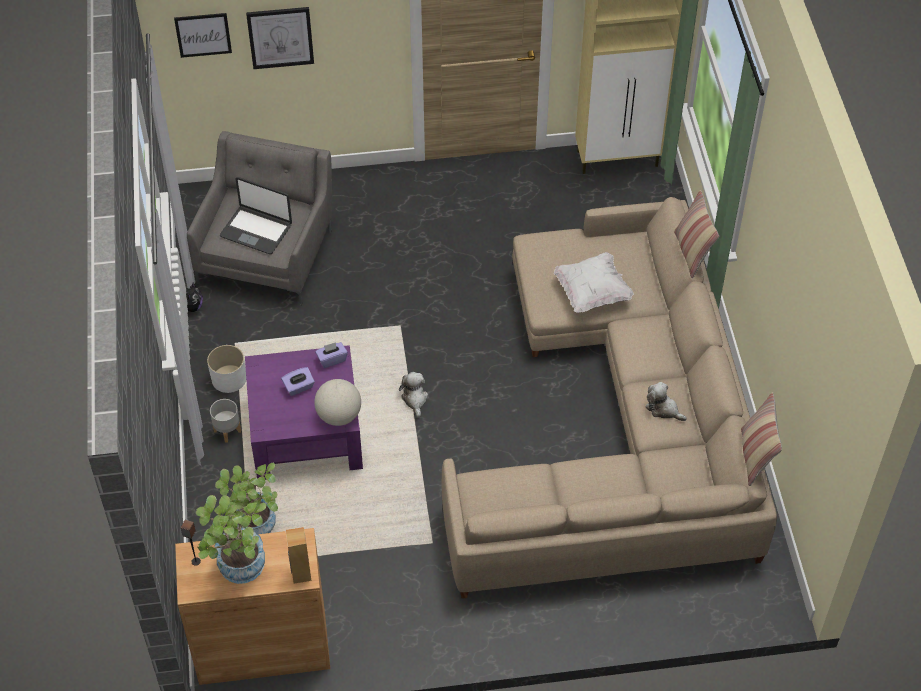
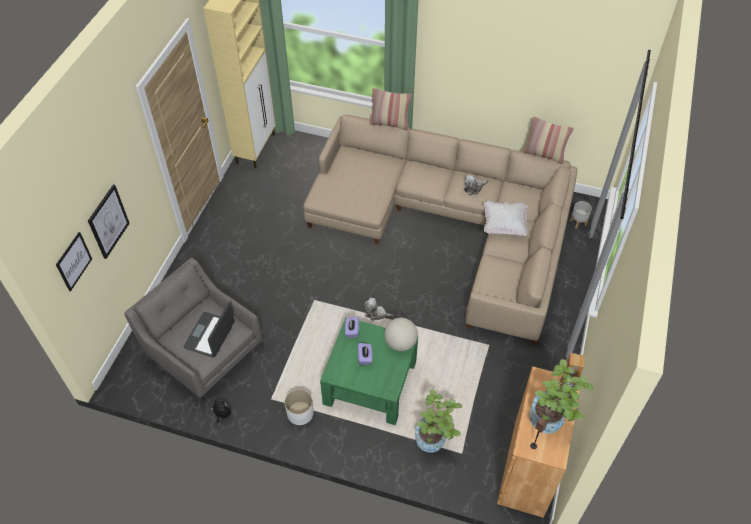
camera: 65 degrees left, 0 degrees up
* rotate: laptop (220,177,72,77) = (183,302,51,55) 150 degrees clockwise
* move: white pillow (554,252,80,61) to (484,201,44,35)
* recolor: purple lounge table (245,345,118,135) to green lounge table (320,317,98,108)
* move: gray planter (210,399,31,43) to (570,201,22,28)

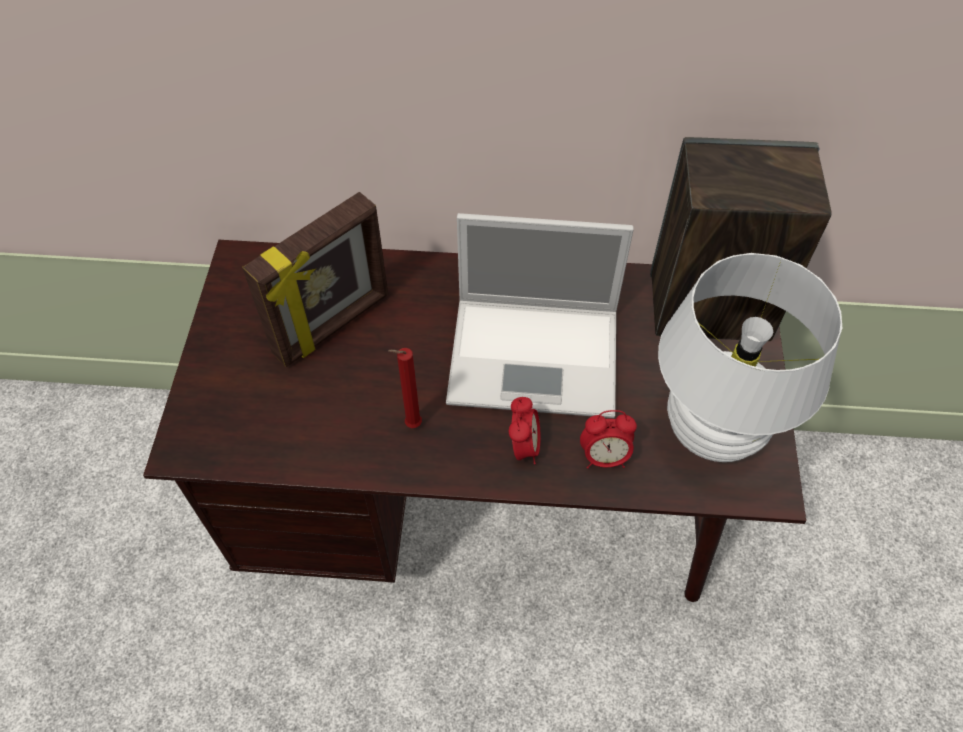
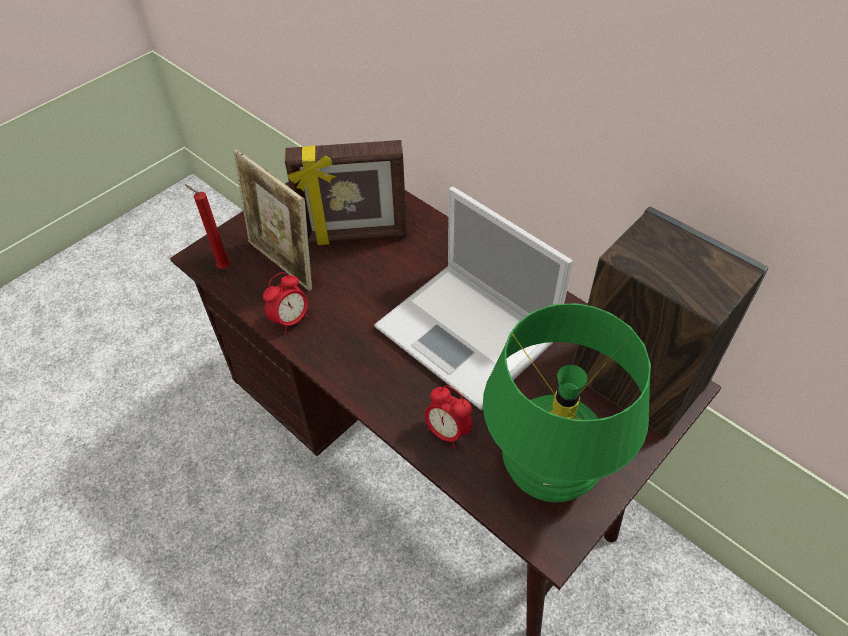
camera: 40 degrees right, 5 degrees down
* recolor: white table lamp (658,253,184,209) to green table lamp (483,303,168,199)
* move: red-coloured candle (388,348,34,80) to (185,184,45,85)
* move: alarm clock (509,397,32,67) to (263,272,46,61)
* insert: picture frame (234,149,78,142)

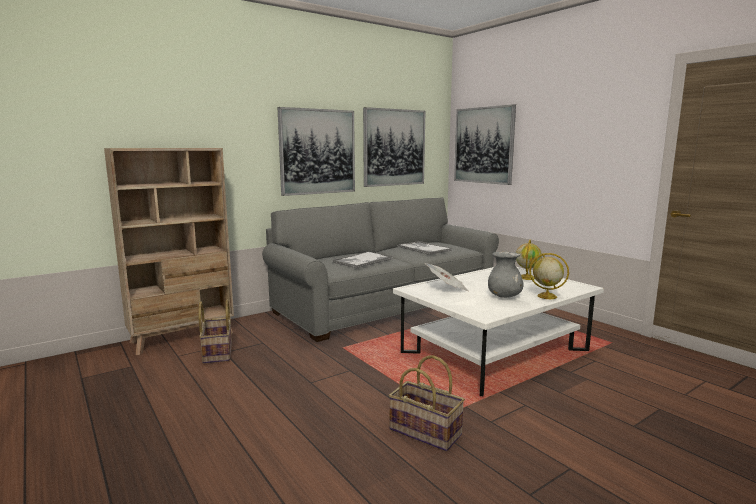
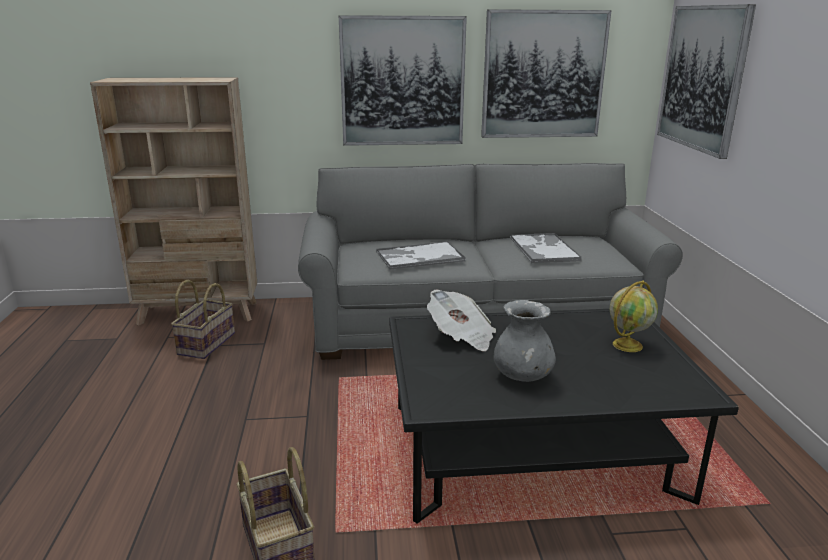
camera: 30 degrees right, 10 degrees up
* delete: world globe (529,253,40,46)
* recolor: white lounge table (393,267,211,129) to black-coloured lounge table (389,309,350,214)

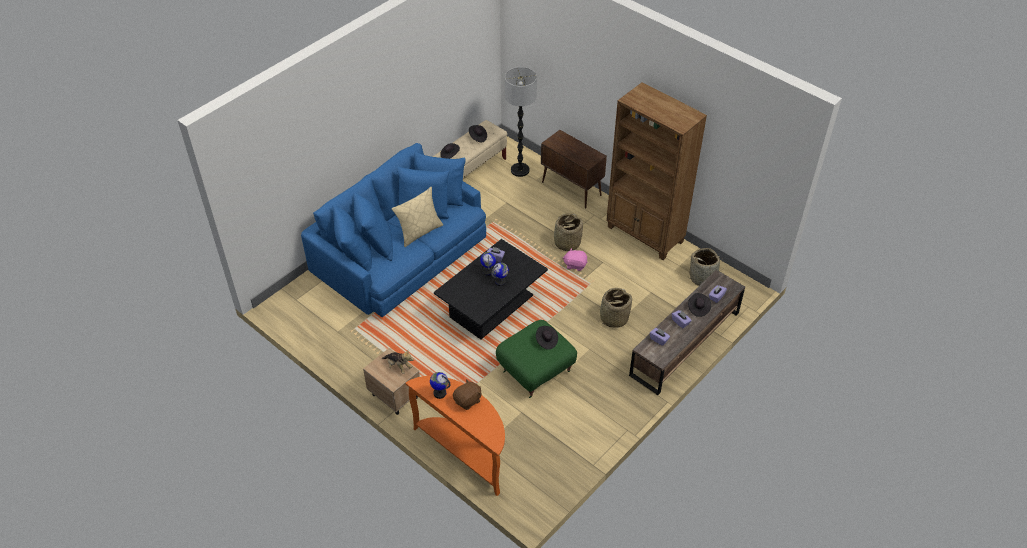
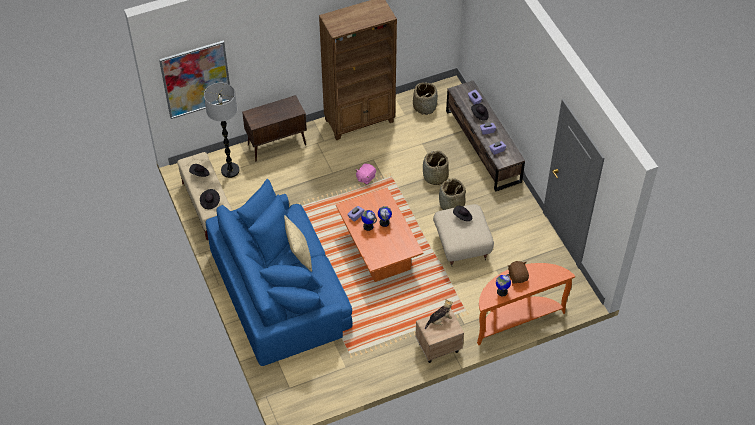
camera: 65 degrees left, 5 degrees up
* move: storage basket (553,214,30,37) to (439,178,26,32)
* recolor: black-coloured lounge table (434,239,114,100) to orange-coloured lounge table (336,188,87,94)
* recolor: green ottoman (496,320,81,78) to sand-coloured ottoman (433,204,61,62)
* insert: picture (159,40,71,79)

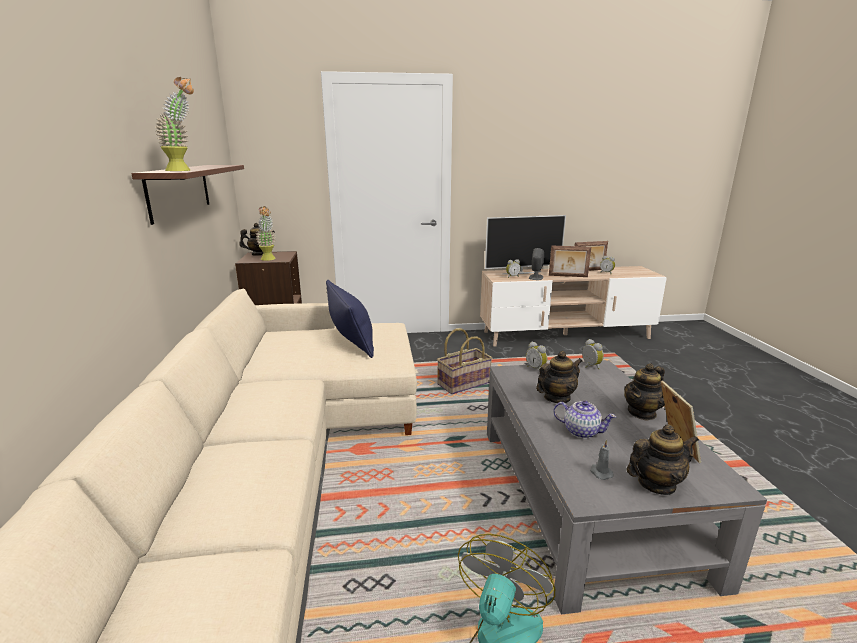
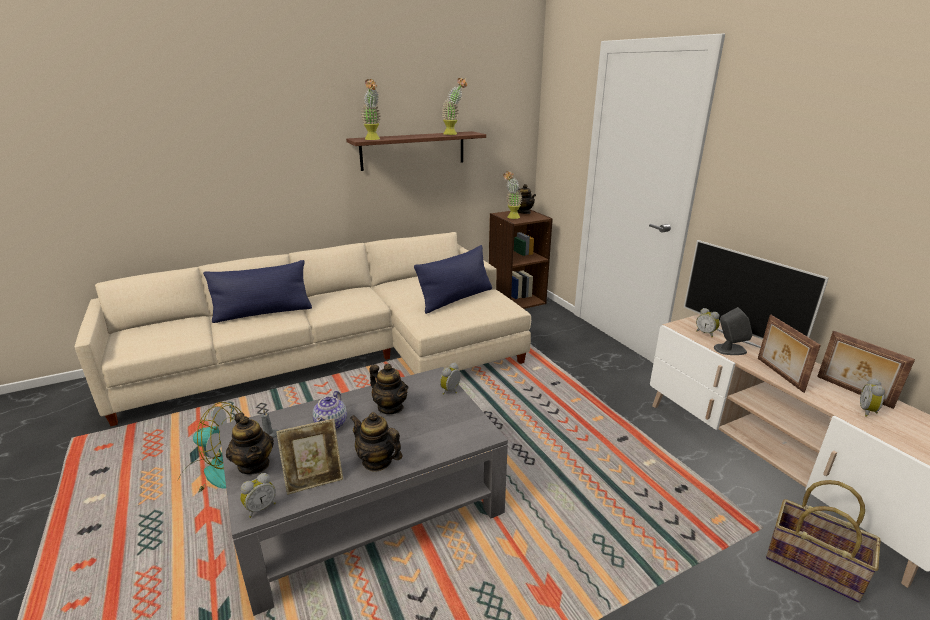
camera: 70 degrees right, 5 degrees up
* move: storage basket (437,328,55,66) to (766,480,115,123)
* move: alarm clock (582,339,22,30) to (240,473,36,45)
* insert: potted plant (442,78,25,57)
* insert: blue pillow (203,260,109,63)

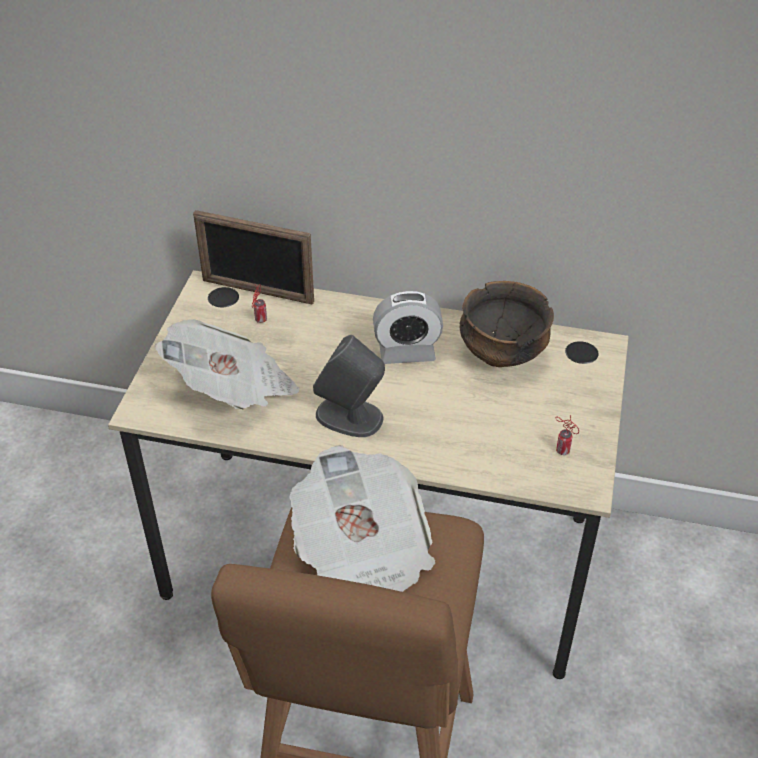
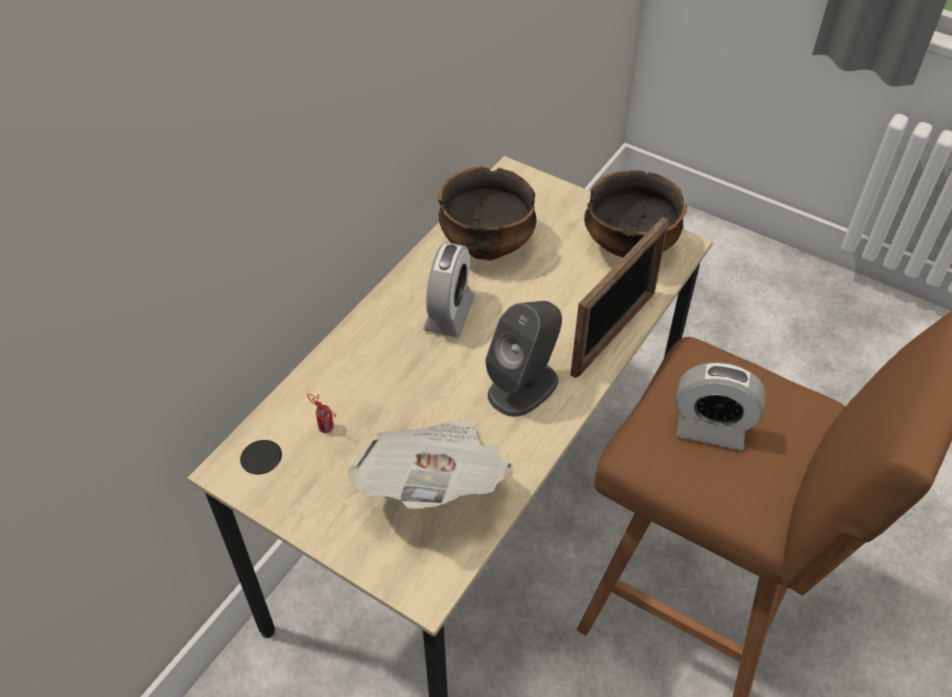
camera: 70 degrees left, 5 degrees up
* move: picture frame (193,210,121,95) to (570,217,98,161)
* replace: metal can (556,415,23,40) to deep dish (584,170,103,87)
* replace: printed paper (290,445,145,147) to alarm clock (676,362,90,88)

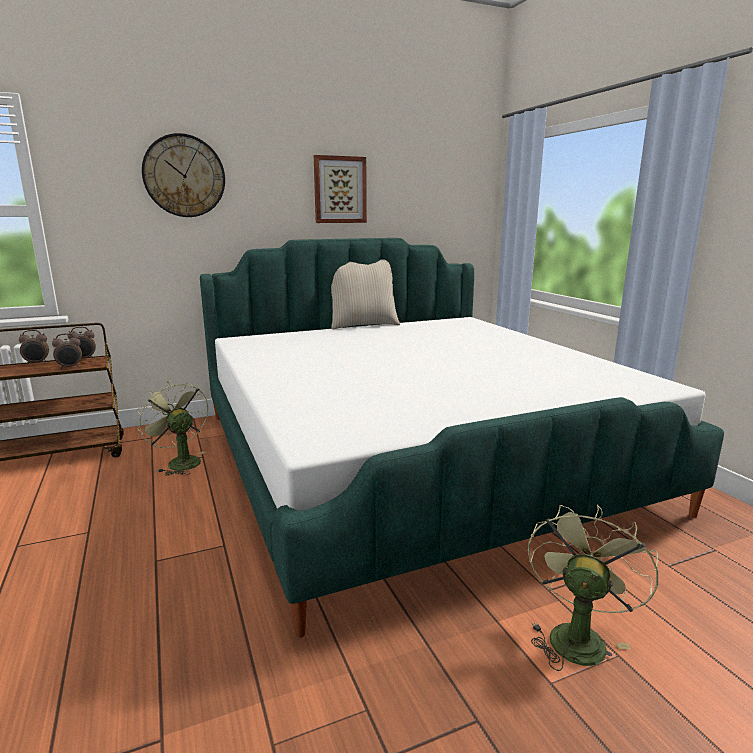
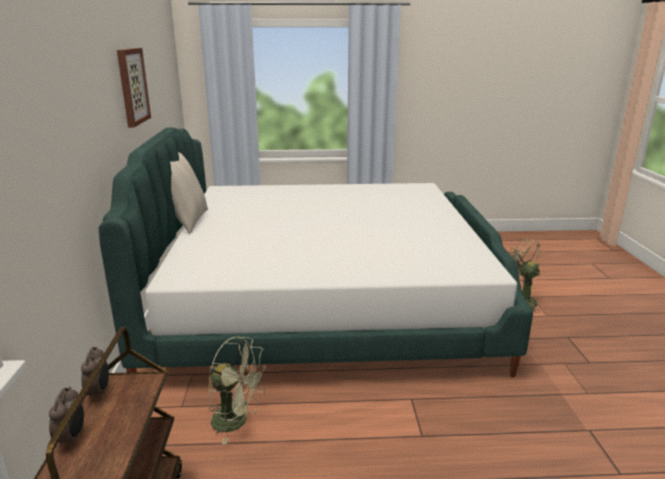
camera: 70 degrees left, 5 degrees up
* delete: wall clock (142,133,83,84)
* delete: alarm clock (52,333,30,36)
* rotate: green cooling fan (136,381,72,94) = (208,336,59,108) 135 degrees counterclockwise

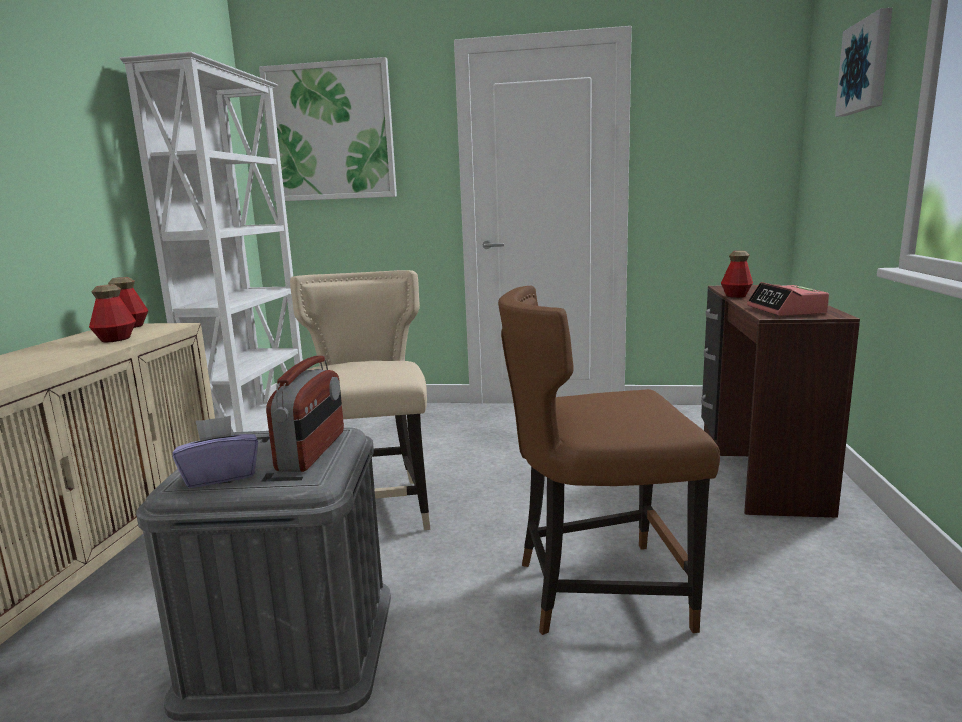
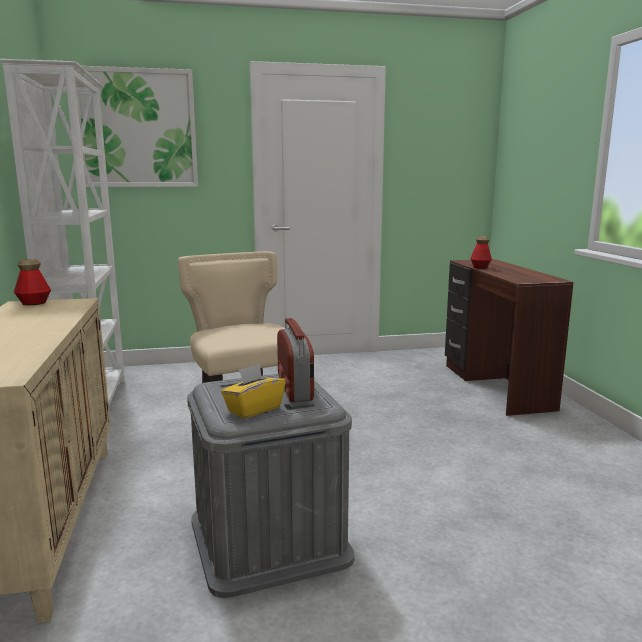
camera: 20 degrees left, 0 degrees up
* delete: picture (835,8,57,109)
* delete: alarm clock (747,282,82,34)
* delete: beverage bottle (89,284,47,58)
* delete: brown chair (498,286,222,349)
* recolor: purple tissue holder (172,416,86,72) to yellowish tissue holder (221,364,65,55)

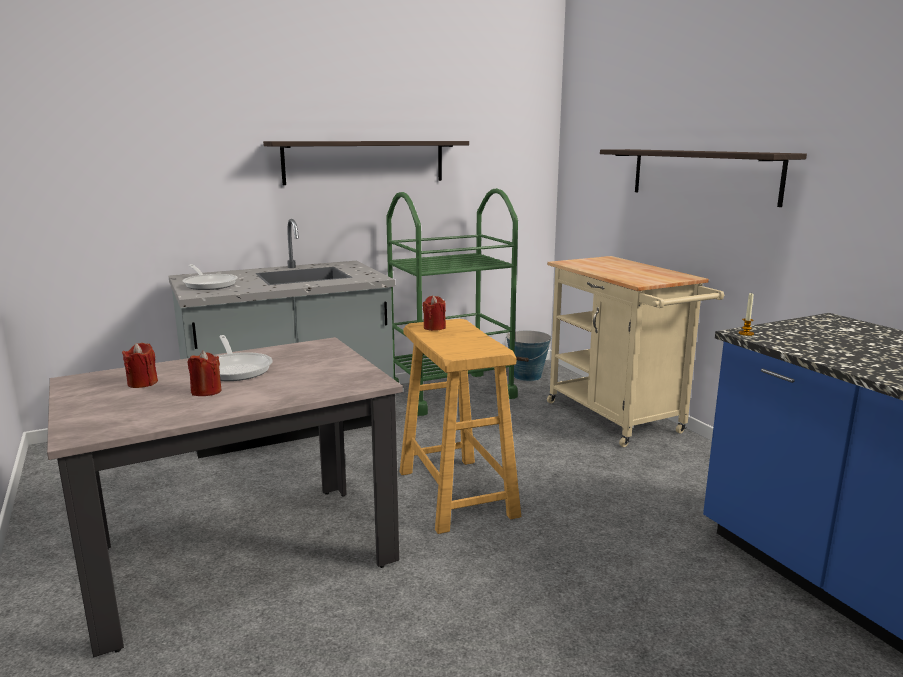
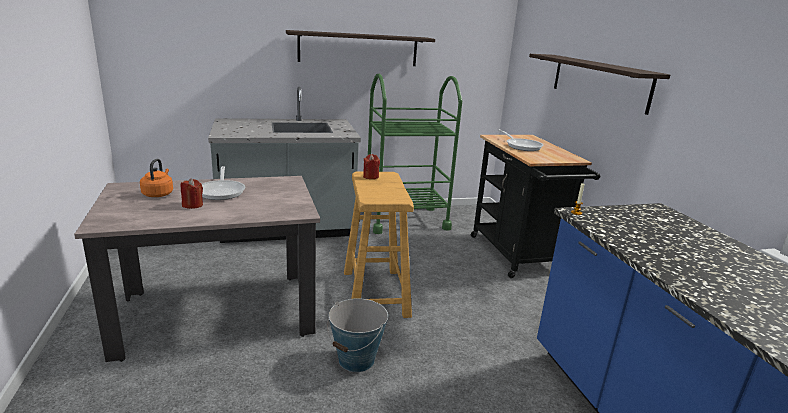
camera: 10 degrees right, 5 degrees up
* recolor: sand-coloured cart (547,256,177,191) to black-coloured cart (471,135,130,143)
* move: frying pan (183,264,55,26) to (499,129,45,22)
* move: bucket (505,331,47,50) to (327,298,61,74)
* replace: red-coloured candle (122,343,36,45) to orange-coloured tea kettle (140,159,33,38)

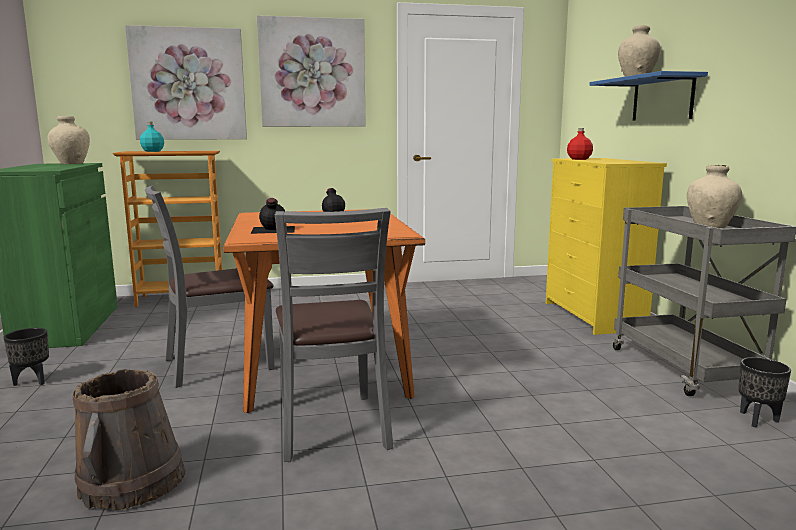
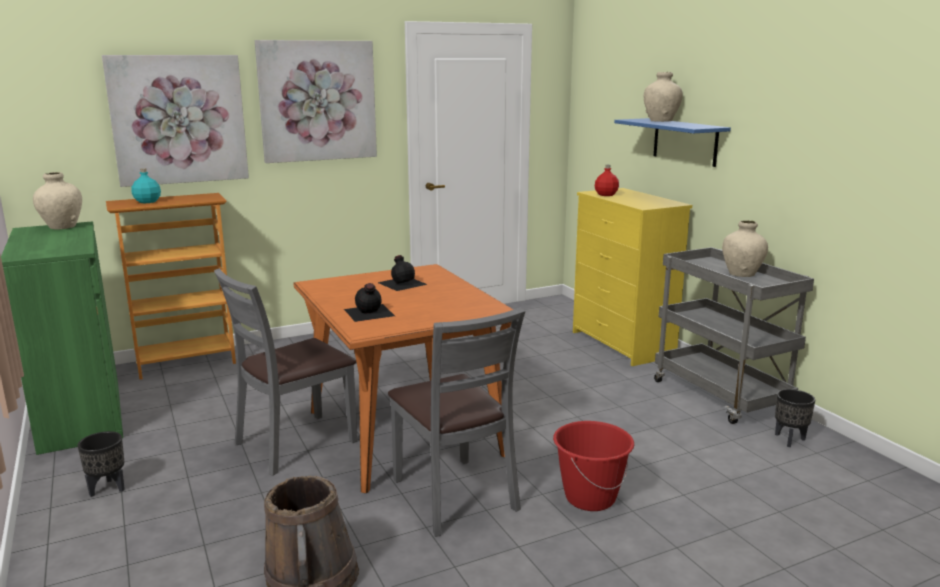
camera: 15 degrees left, 5 degrees up
* insert: red-coloured bucket (553,421,81,90)

